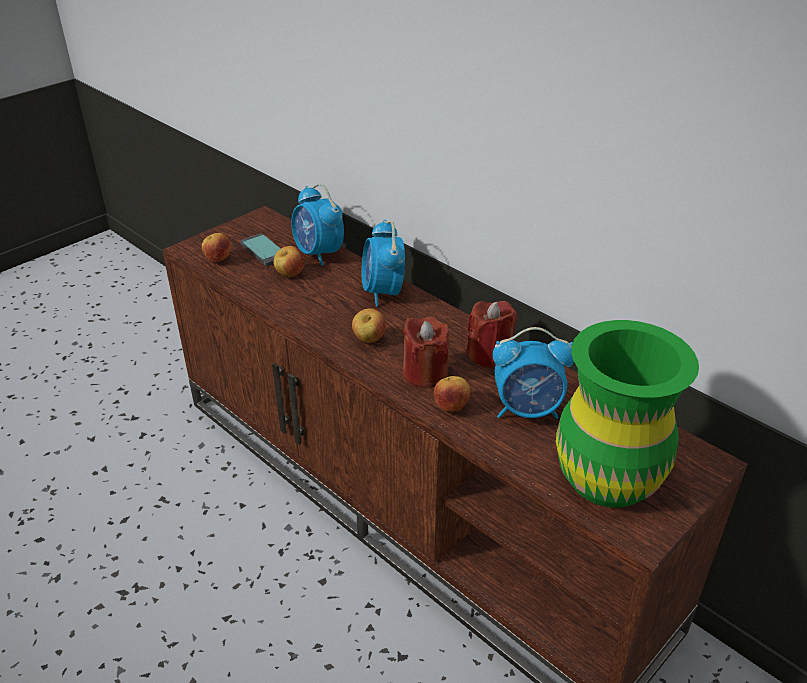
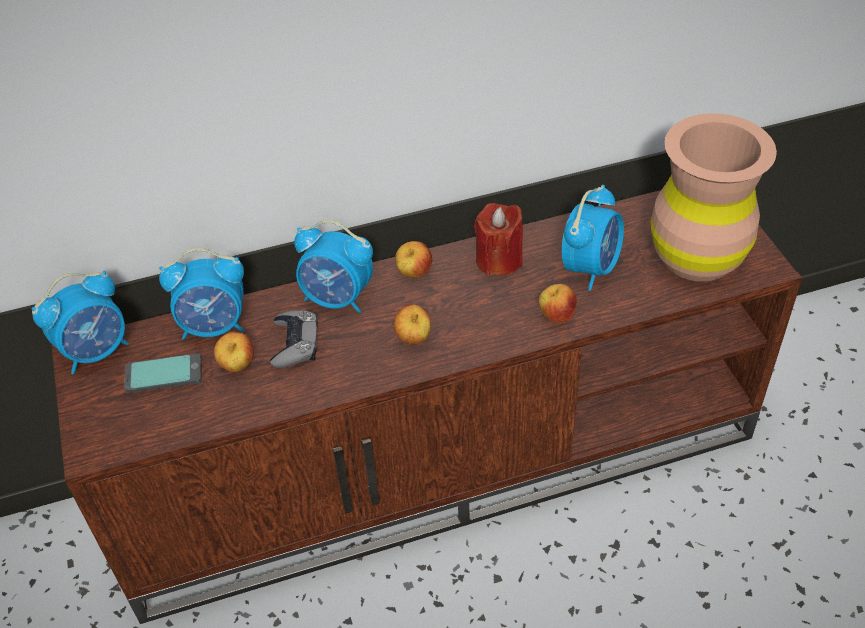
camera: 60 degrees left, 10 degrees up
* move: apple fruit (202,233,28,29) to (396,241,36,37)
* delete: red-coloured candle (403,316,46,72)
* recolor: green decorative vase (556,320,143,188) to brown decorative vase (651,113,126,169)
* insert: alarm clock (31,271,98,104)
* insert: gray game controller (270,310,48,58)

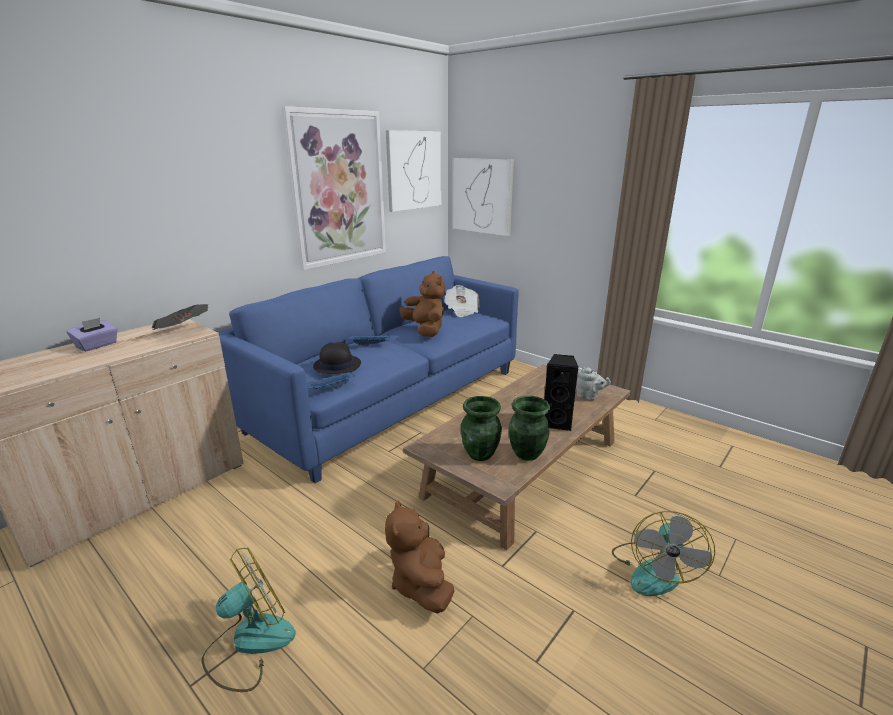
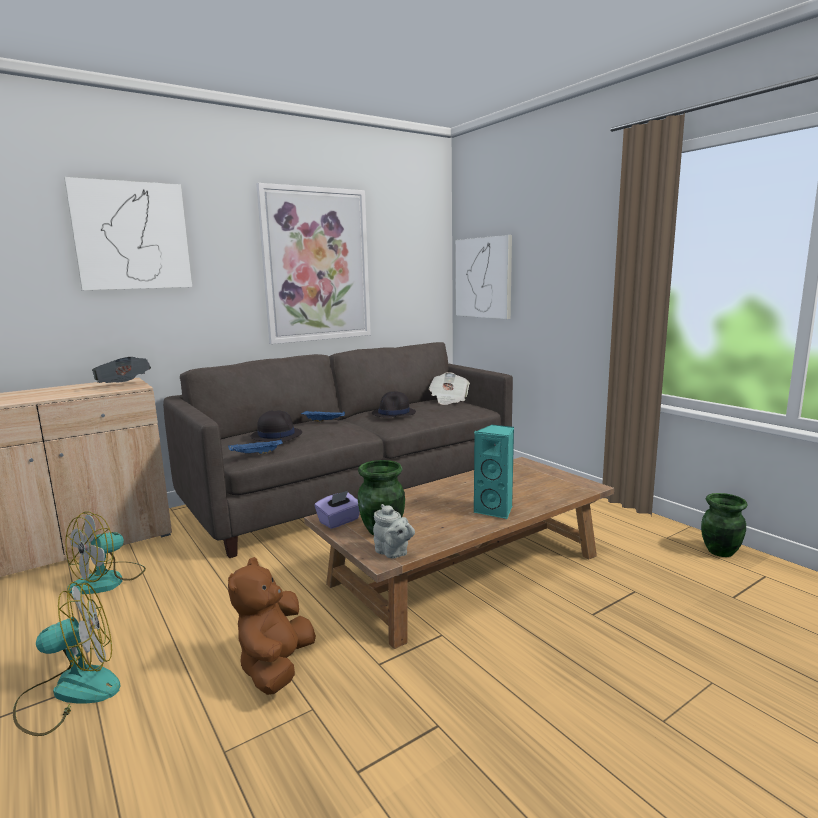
camera: 15 degrees right, 10 degrees down
* move: picture (386,130,56,82) to (64,177,128,113)
* recolor: blue sofa (218,256,301,228) to gray sofa (163,342,350,216)
* replace: brown plush toy (400,271,45,66) to black-coloured wearable hat (372,391,44,27)
* move: purple tissue holder (67,318,51,34) to (314,491,46,38)
* recolor: black-coloured speaker (544,354,35,78) to turquoise speaker (473,425,41,94)
* move: gray tea pot (576,367,35,33) to (373,504,42,55)
* move: green decorative vase (509,396,41,65) to (701,493,47,64)
* move: cooling fan (612,511,103,85) to (65,512,81,82)

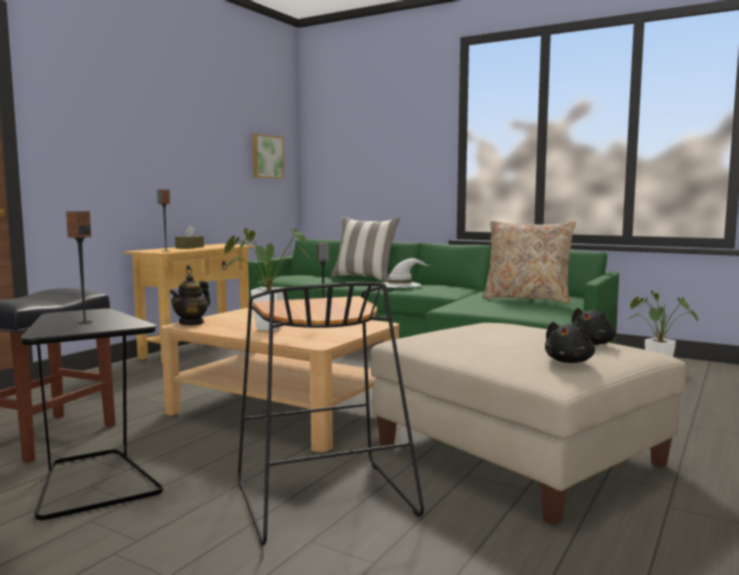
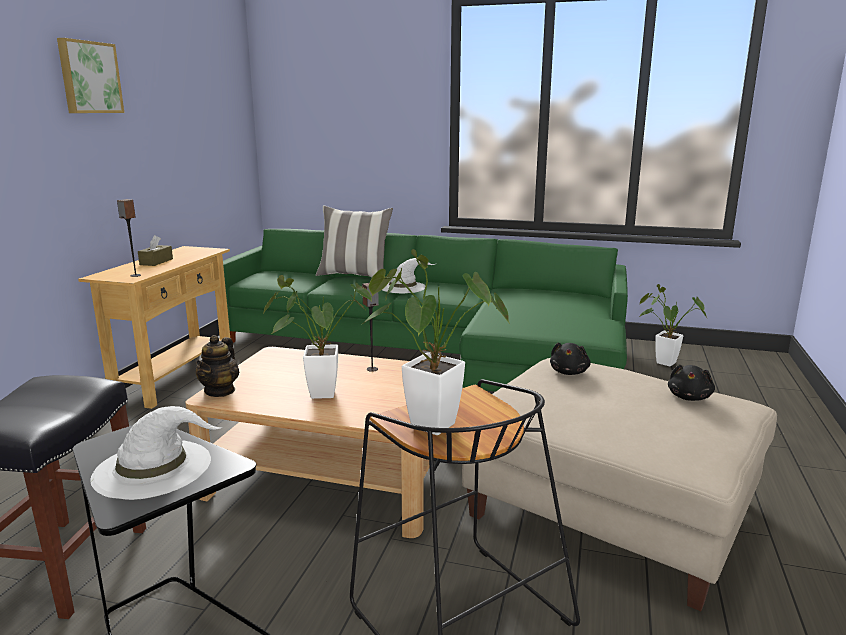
camera: 15 degrees left, 10 degrees up
* move: picture (252,134,32,45) to (57,38,67,75)
* replace: speaker (66,211,27,113) to white wearable hat (90,406,133,94)
* delete: sand-coloured pillow (482,221,94,82)
* move: black-coloured plush toy (545,322,50,41) to (550,342,41,33)
* insert: potted plant (362,249,148,186)

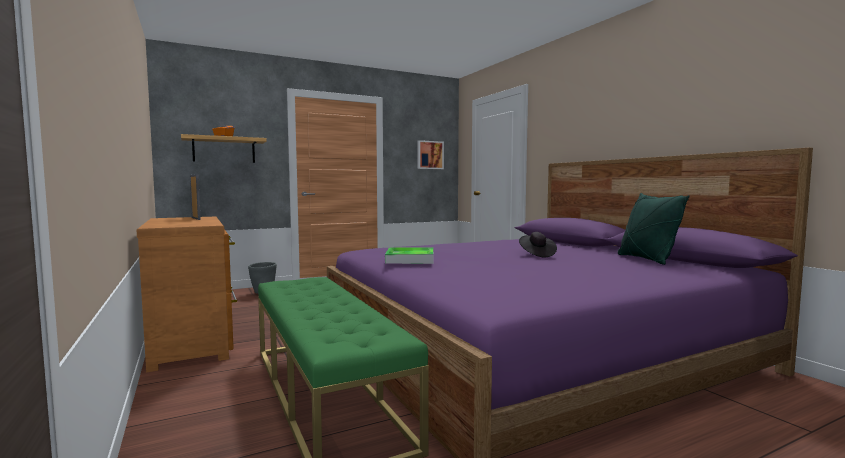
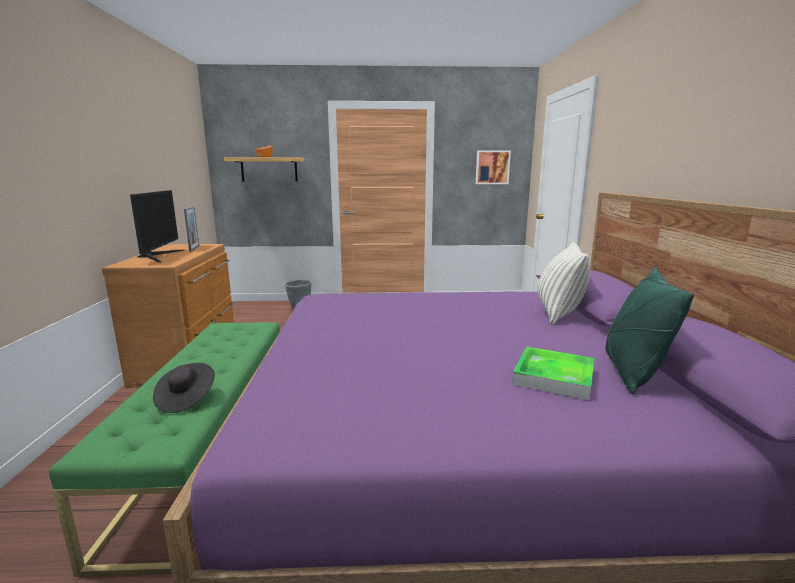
camera: 25 degrees right, 10 degrees up
* move: black-coloured wearable hat (519,232,38,25) to (153,363,62,50)
* move: tray (385,247,49,17) to (512,347,82,53)
* insert: computer screen (130,190,54,73)
* insert: pillow (537,242,53,82)

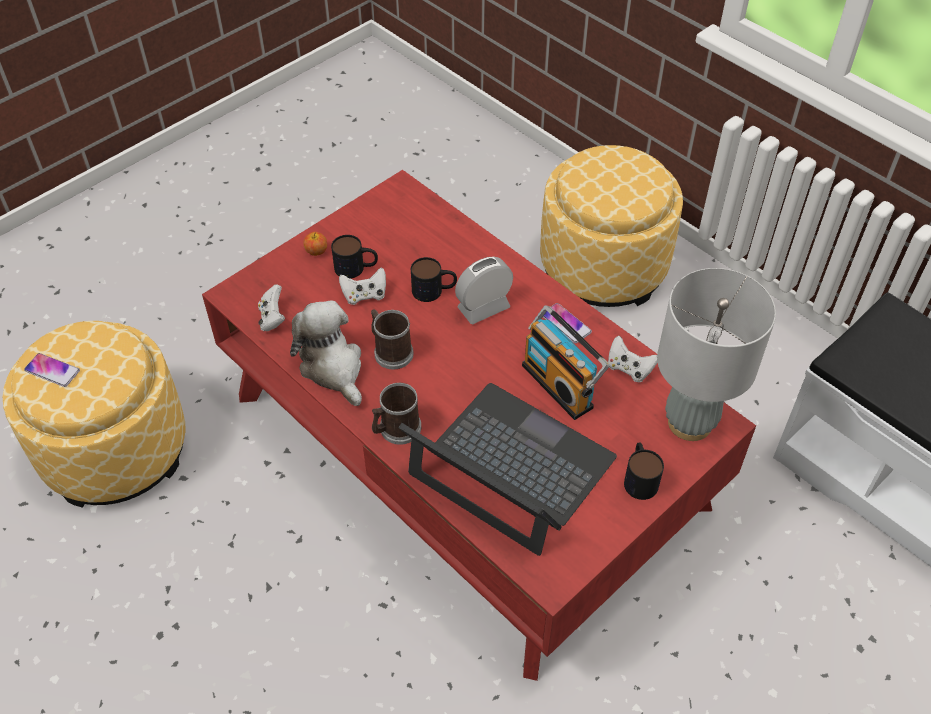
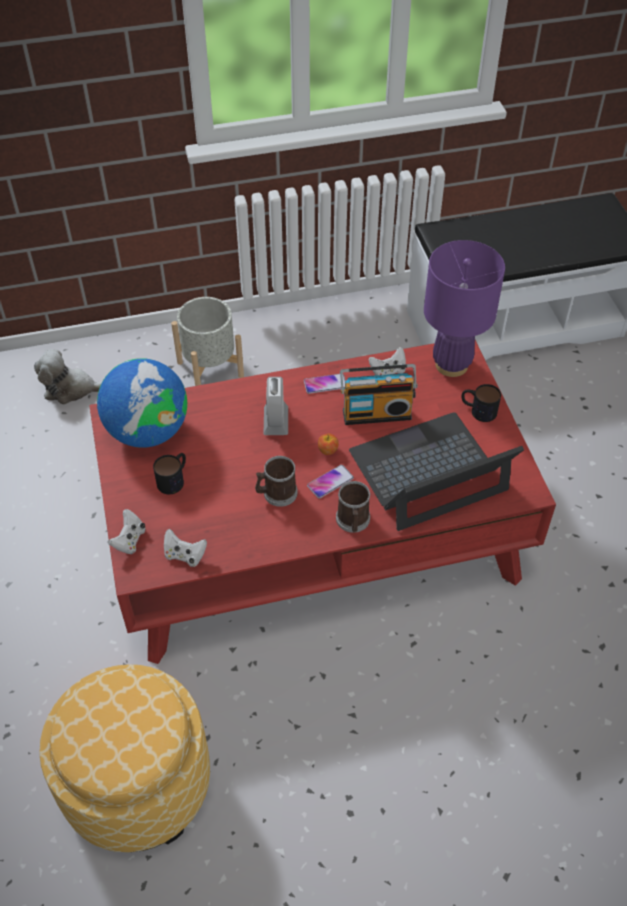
camera: 60 degrees left, 0 degrees up
* replace: ottoman (540,145,143,162) to gray planter (171,297,73,89)
* move: apple fruit (303,232,24,24) to (318,433,21,22)
* delete: mug (411,257,46,45)
* move: white game controller (339,267,47,38) to (108,509,37,45)
* recolor: gray table lamp (657,268,119,173) to purple table lamp (424,240,81,137)
* move: plush toy (290,300,72,106) to (34,349,69,55)
* move: handset (24,353,56,34) to (307,465,47,34)
* insert: world globe (97,358,90,90)

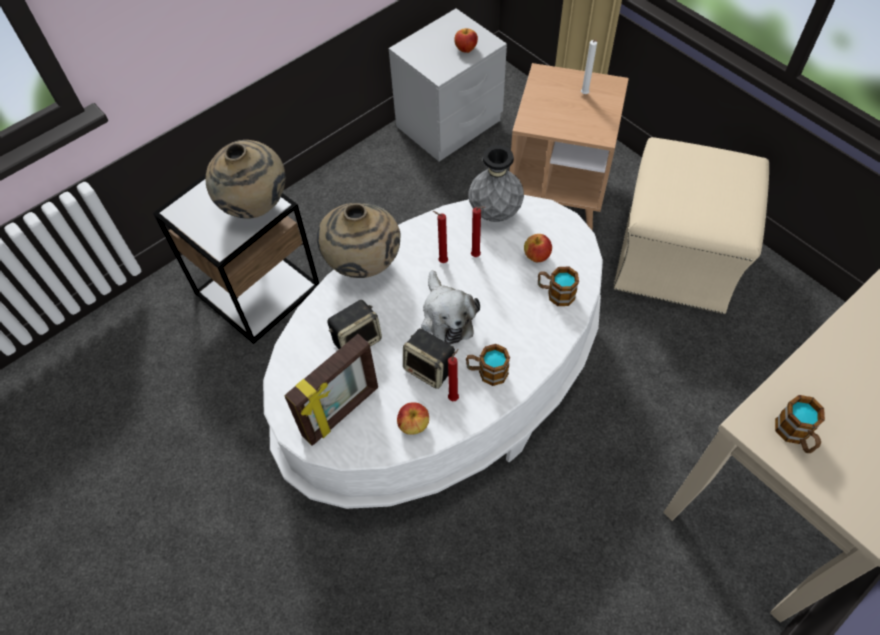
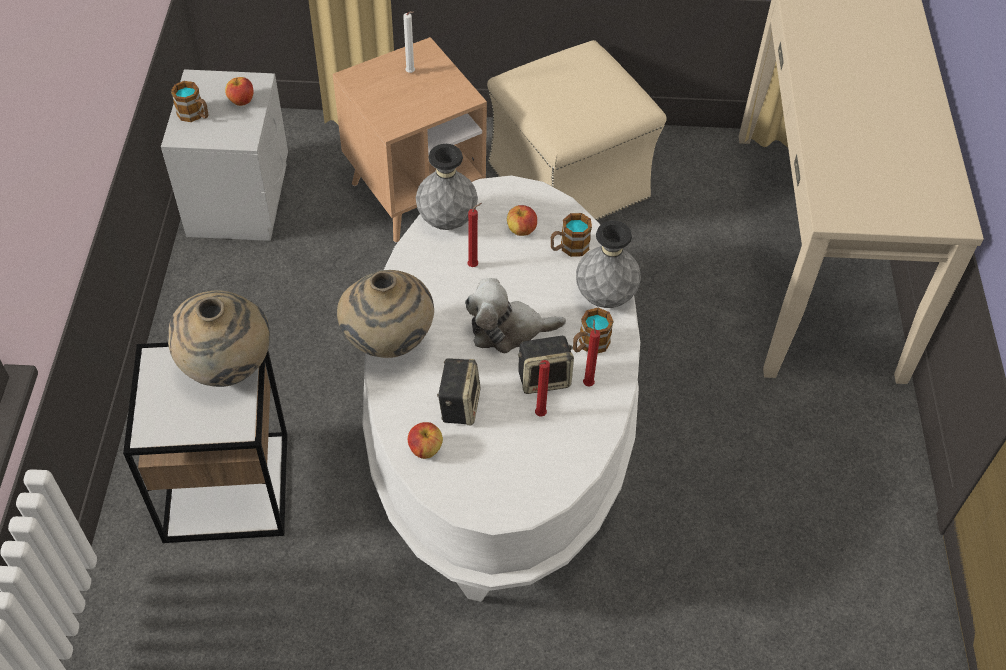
camera: 50 degrees left, 5 degrees down
* move: red-coloured candle (433,211,15,52) to (535,360,15,57)
* rotate: plush toy (421,270,59,75) = (465,278,101,75) 150 degrees clockwise
* delete: picture frame (284,334,94,112)
* move: mug (775,395,50,58) to (171,81,37,41)
* move: apple fruit (397,402,32,33) to (408,422,35,37)
* insert: gray decorative vase (576,221,65,87)

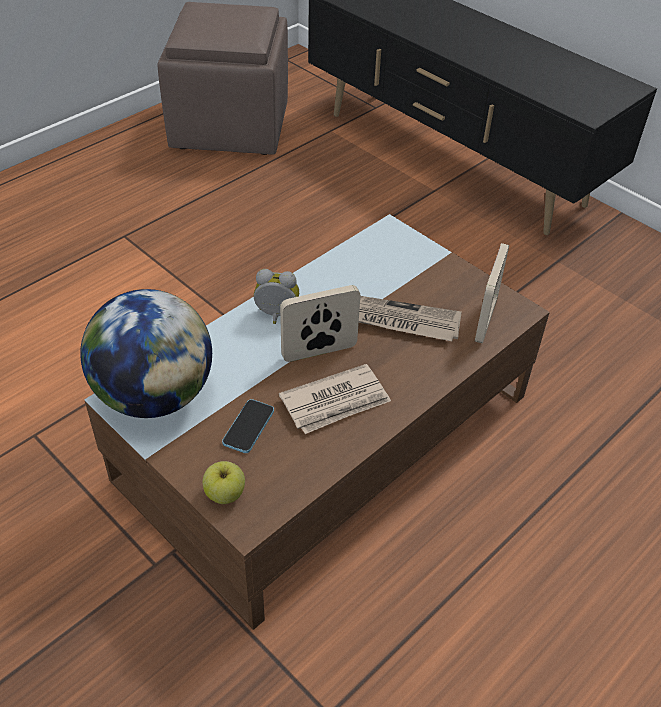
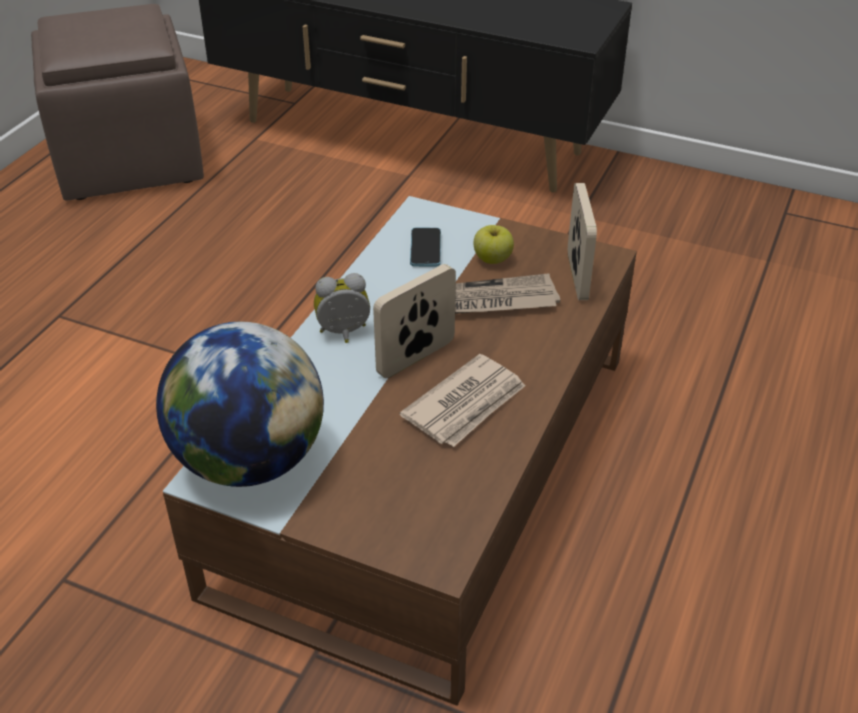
camera: 20 degrees left, 5 degrees down
* move: handset (222,399,52,54) to (410,228,31,39)
* move: apple fruit (202,461,43,43) to (474,225,40,39)

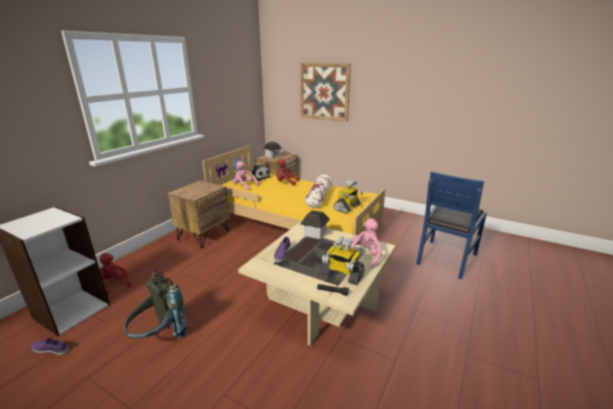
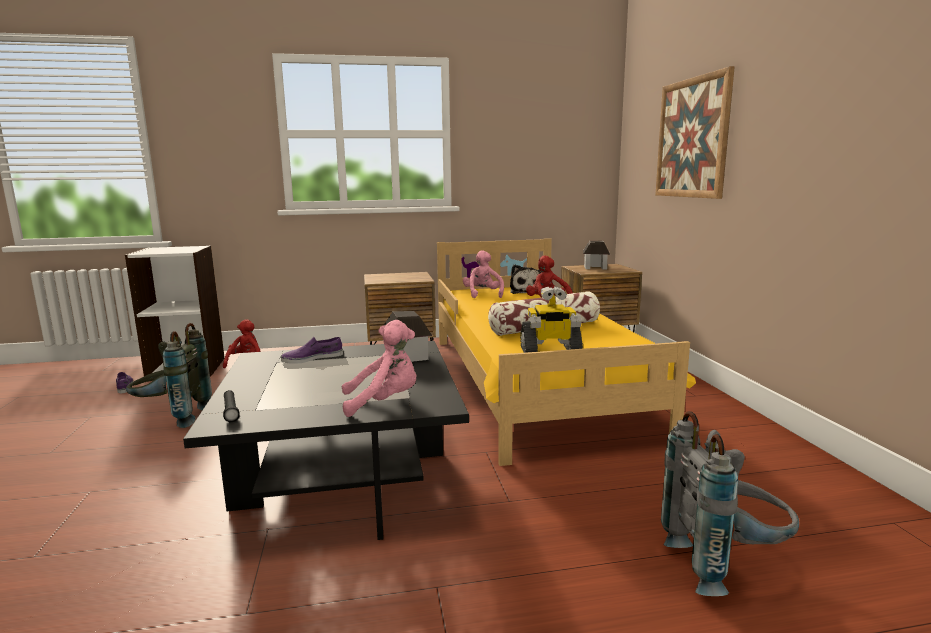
camera: 50 degrees right, 10 degrees down
* replace: blue chair (416,171,71,108) to gray rucksack (661,412,138,184)
* recolor: sand-coloured lounge table (238,221,158,124) to black-coloured lounge table (183,341,286,199)
* delete: model robot (321,237,44,48)

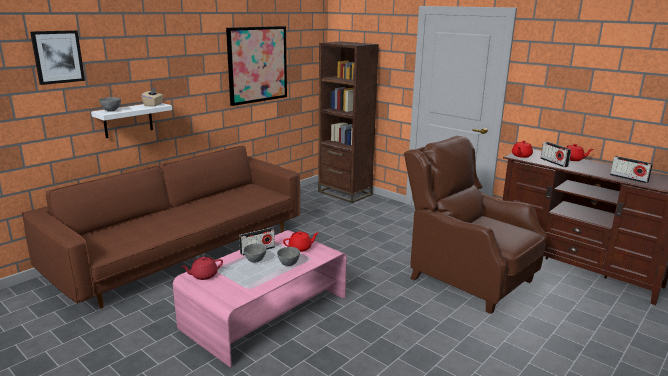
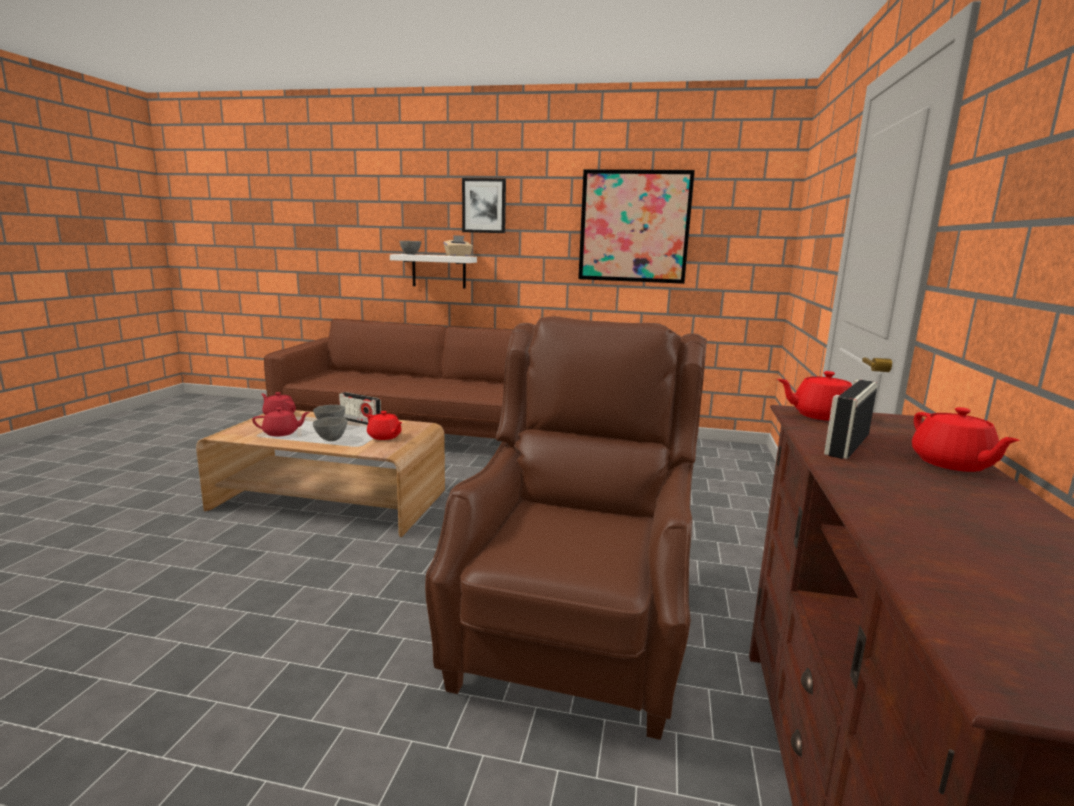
camera: 60 degrees right, 5 degrees down
* move: picture (30,30,55,55) to (462,178,44,55)
* delete: brown bookshelf (318,41,61,162)
* delete: radio (610,156,43,27)
* recolor: pinkish lounge table (173,230,174,138) to brown lounge table (196,410,249,127)
* insert: red-coloured tea pot (252,407,58,29)

